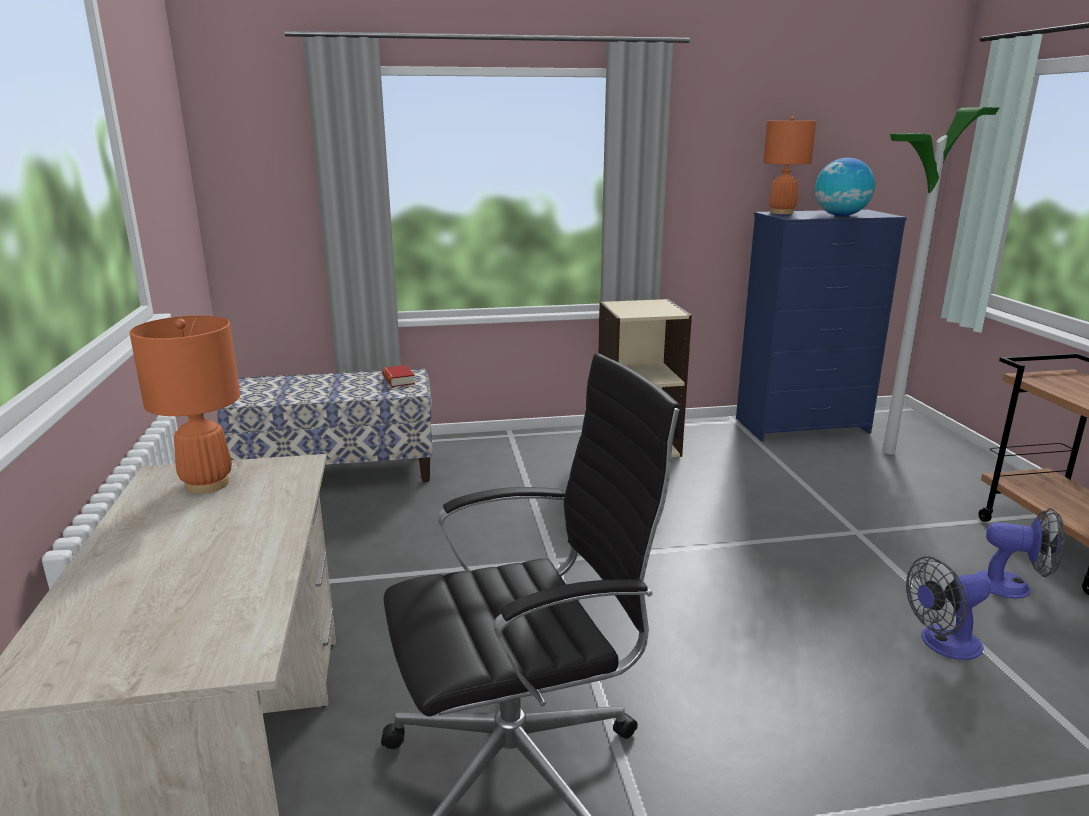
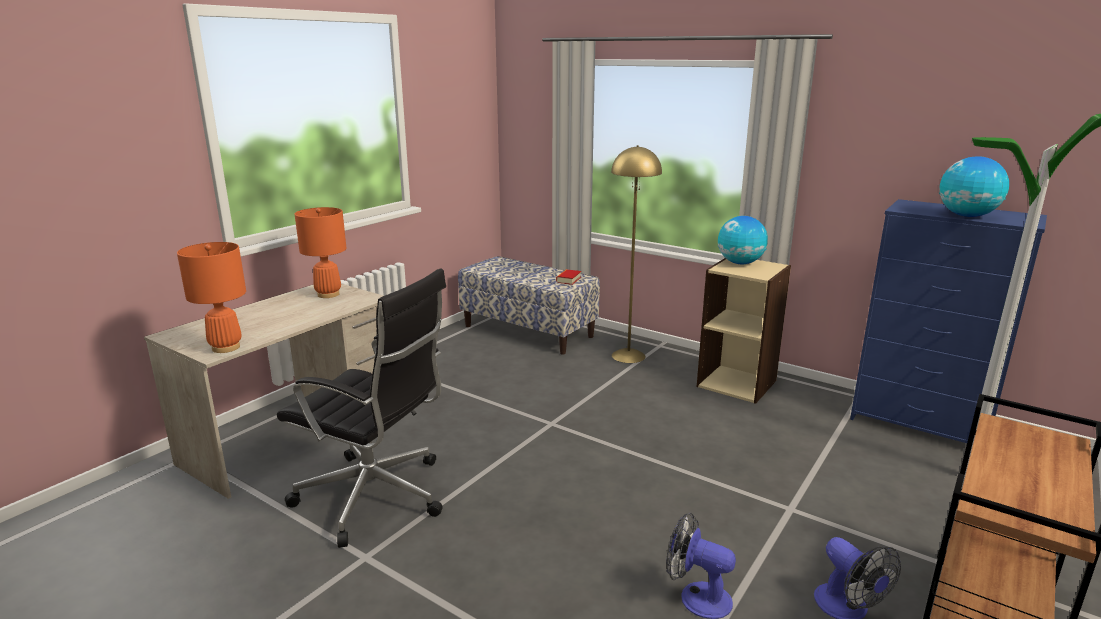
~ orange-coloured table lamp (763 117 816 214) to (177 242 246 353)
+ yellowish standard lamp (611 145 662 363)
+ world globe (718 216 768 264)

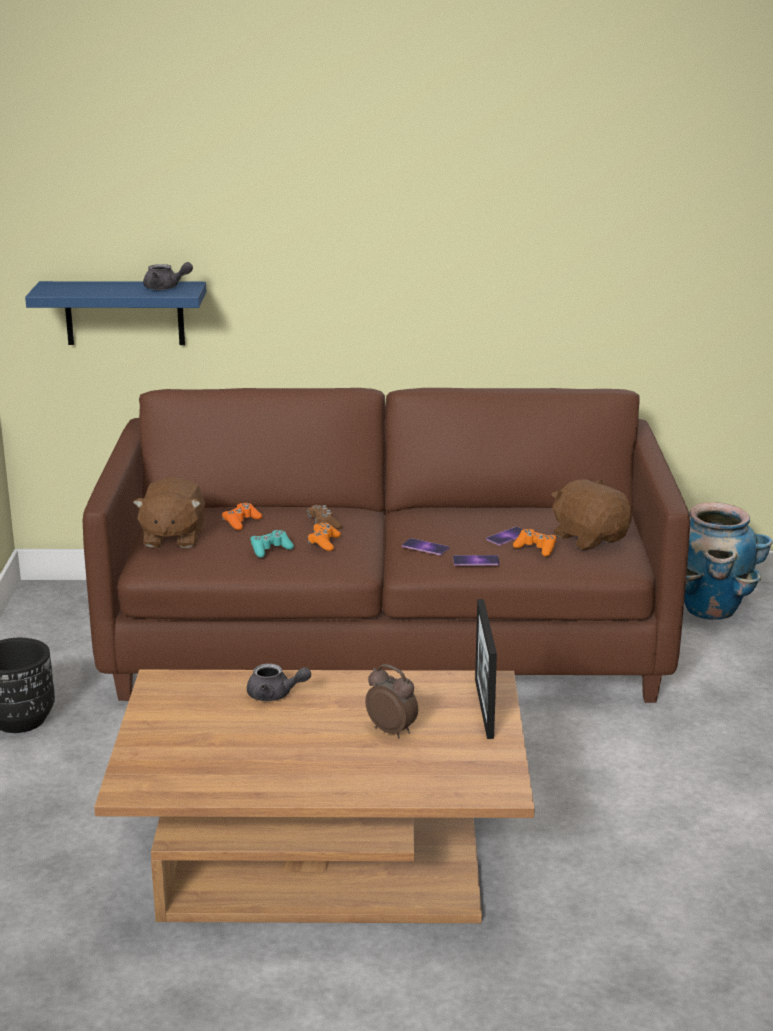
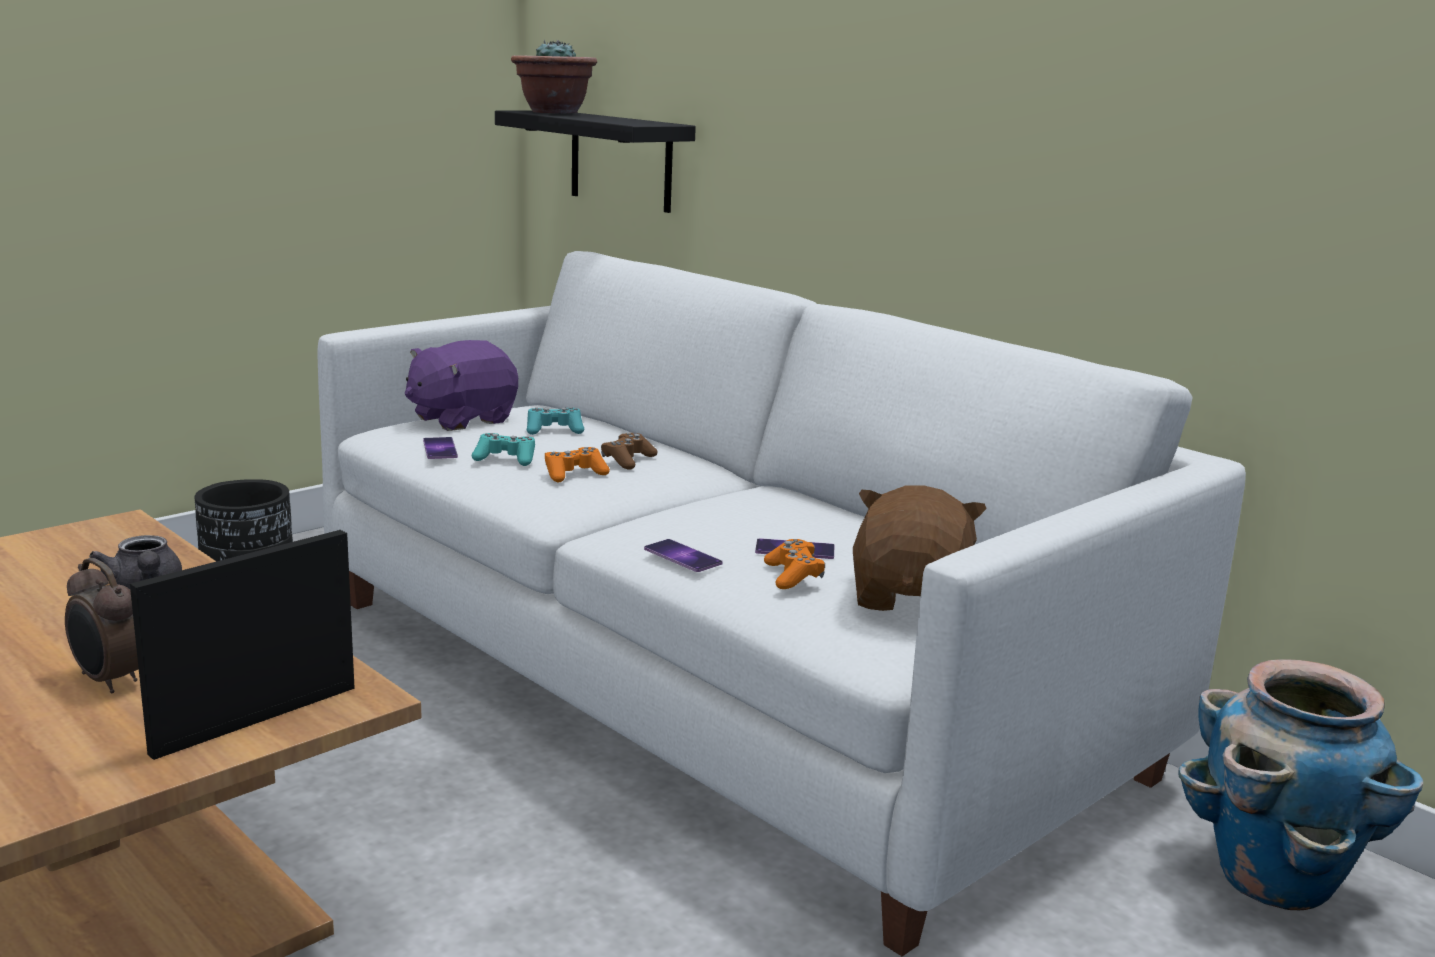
~ alarm clock (365 664 418 738) = (65 558 139 693) 135 degrees clockwise
~ brown settee (83 388 690 703) to white settee (317 251 1246 956)
~ brown plush toy (133 477 205 548) to purple plush toy (405 340 518 431)
~ handset (402 538 450 555) to (423 437 458 459)
~ blue shelf (25 281 206 345) to black-coloured shelf (495 110 696 213)
+ plant in a pot (511 40 597 114)
~ orange-coloured joypad (222 503 262 530) to turquoise-coloured joypad (527 407 584 435)
- gray teapot (143 262 193 290)

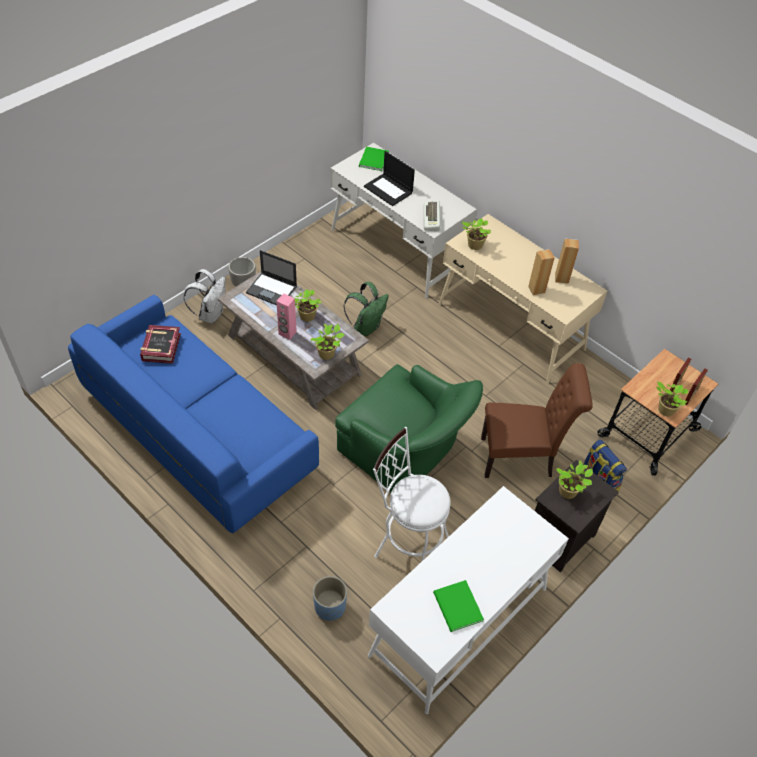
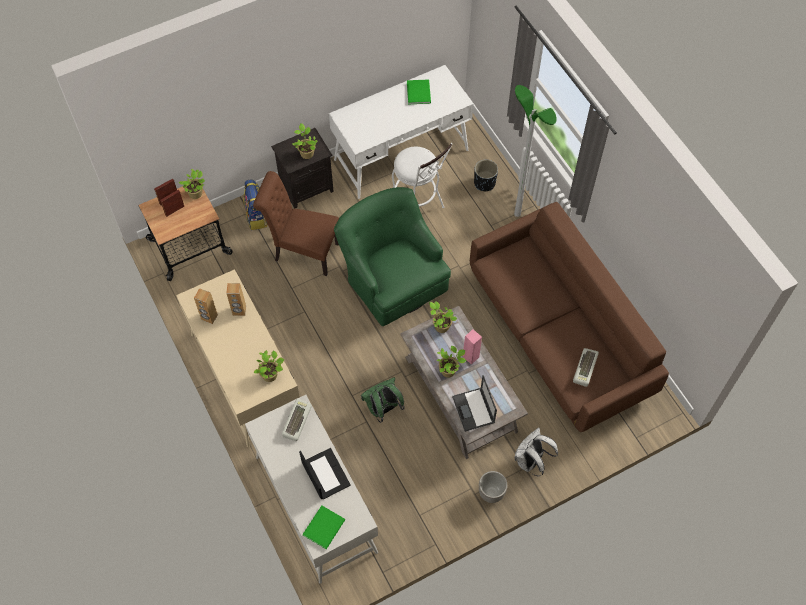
~ laptop (246 250 297 305) = (452 375 497 432) 150 degrees counterclockwise
~ blue settee (68 295 319 533) to brown settee (470 202 669 432)
~ blue planter (313 576 347 621) to black-coloured planter (474 160 498 191)
+ standard lamp (514 85 557 217)
~ book (140 325 181 364) to computer keyboard (573 348 599 387)

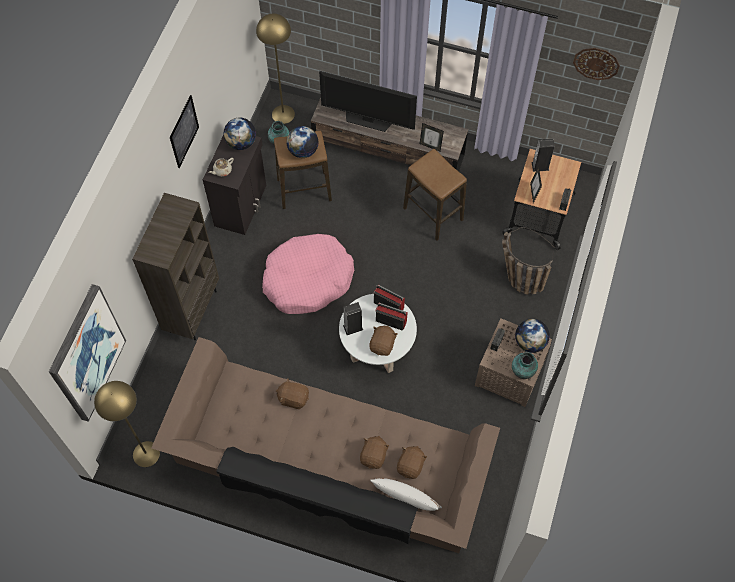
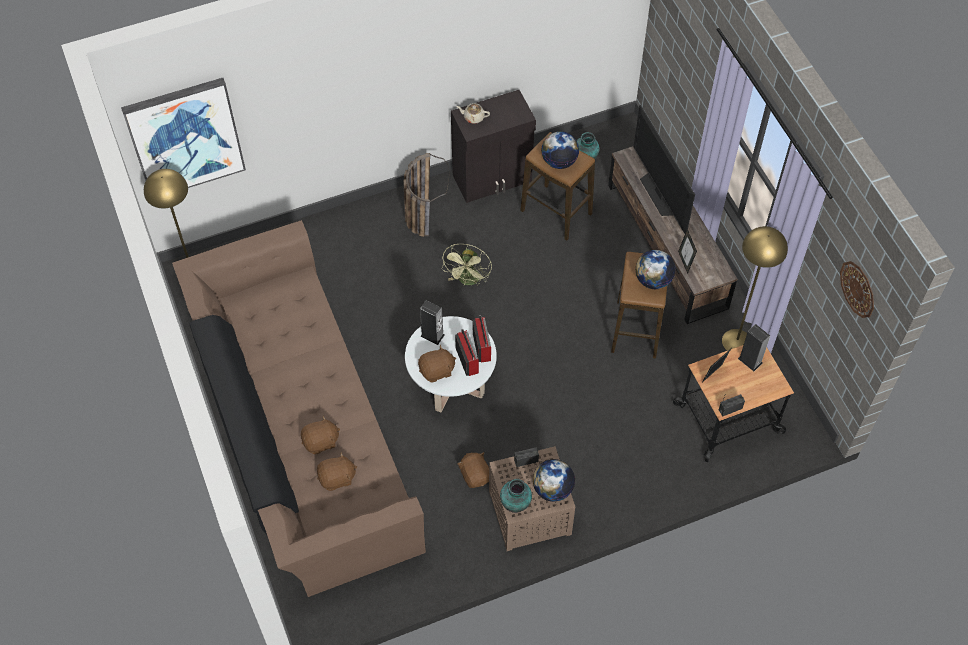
~ storage basket (502 227 554 295) to (403 153 449 237)
~ pink dog cushion (262 234 354 314) to greenish electric fan (442 244 492 286)
~ brown plush toy (276 378 309 409) to (457 452 489 488)
~ world globe (224 118 256 150) to (635 250 676 289)
~ yellowish standard lamp (256 13 295 124) to (722 226 788 351)
- brown bookshelf (132 193 219 340)
- wall art (170 95 199 168)
- white throw pillow (370 478 442 511)

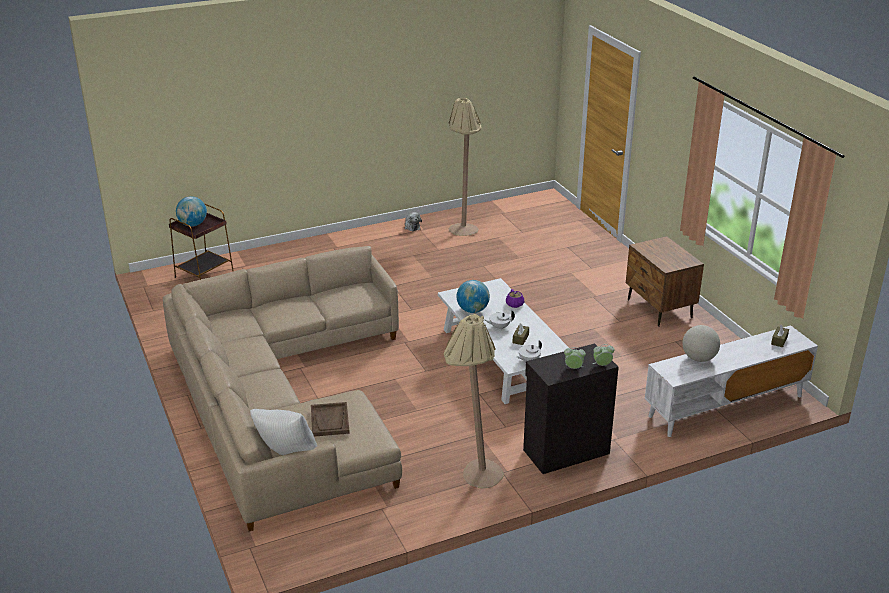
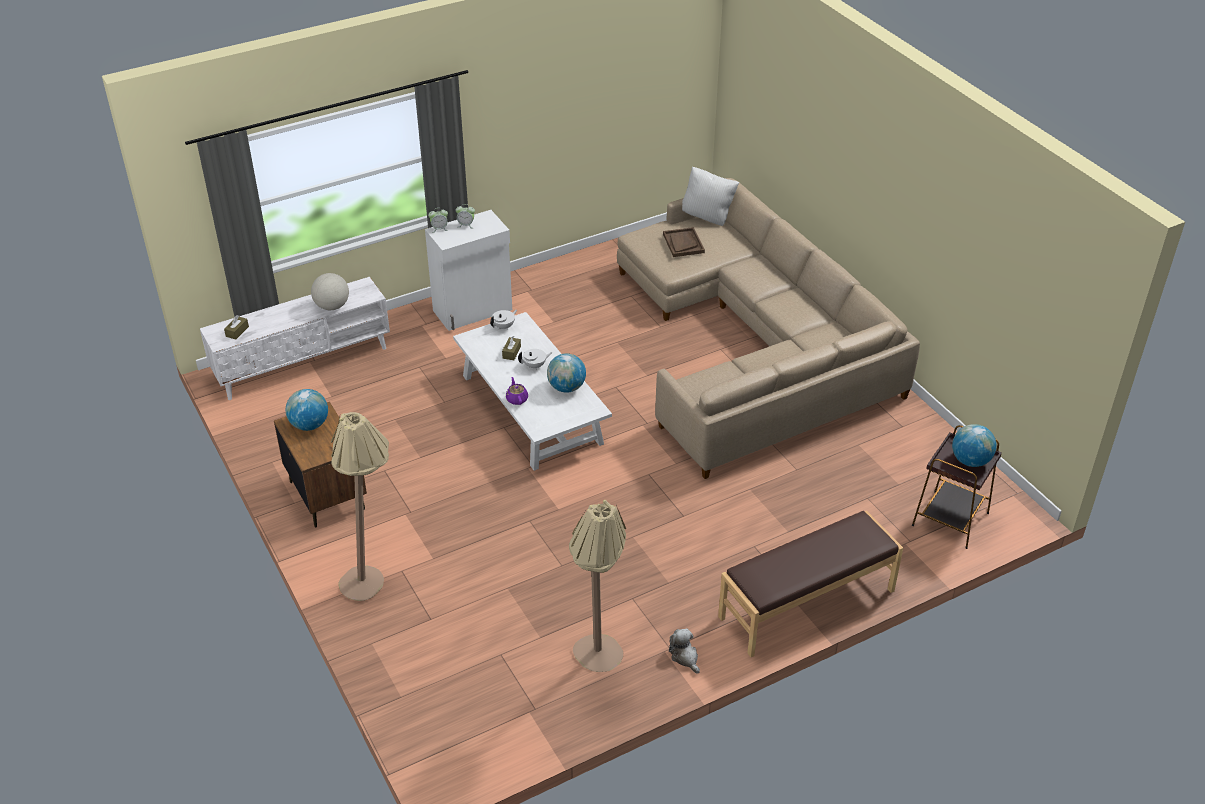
+ world globe (286 389 328 431)
~ sand-coloured standard lamp (444 314 504 488) to (331 411 389 601)
~ black-coloured cabinet (523 344 619 474) to white cabinet (425 210 512 331)
+ brown bench (718 511 903 657)

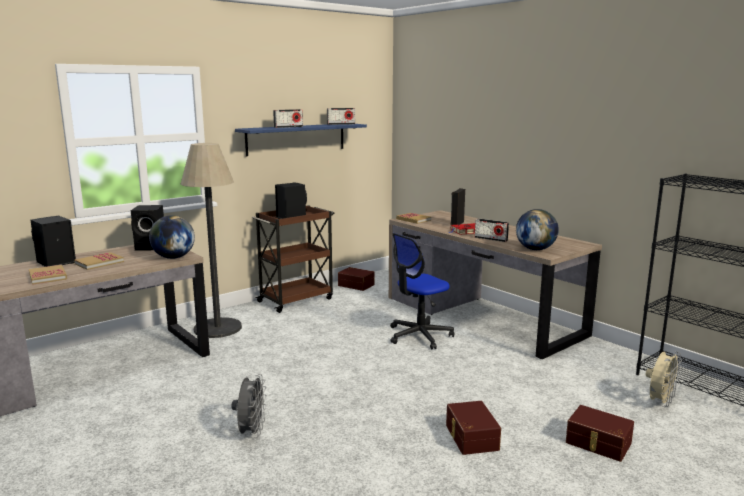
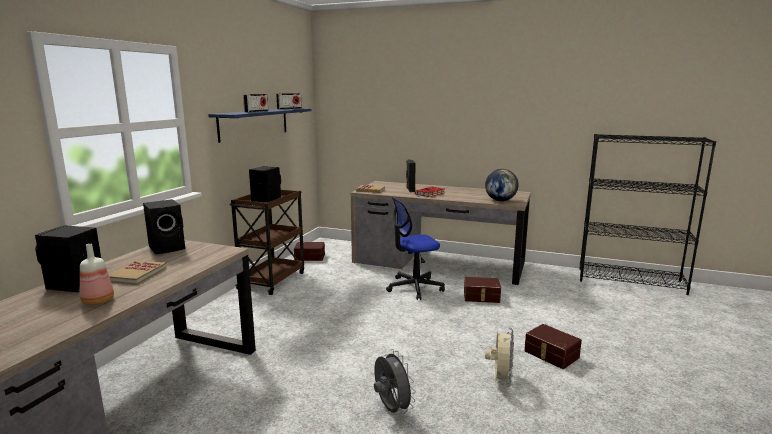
~ book (29 265 67 285) to bottle (80 244 114 305)
~ desk chair (390 233 454 350) = (386 197 445 300) 45 degrees clockwise
~ brown storage box (566 405 634 462) to (464 277 501 303)
~ sand-coloured electric fan (646 351 682 407) to (485 328 514 387)
- world globe (149 215 195 259)
- standard lamp (180 143 242 338)
- radio receiver (475 218 509 242)

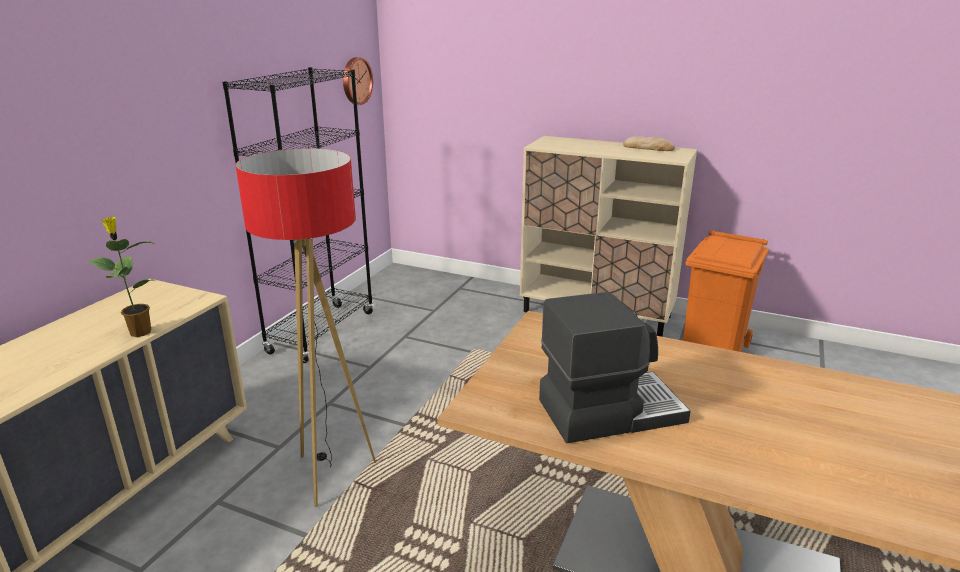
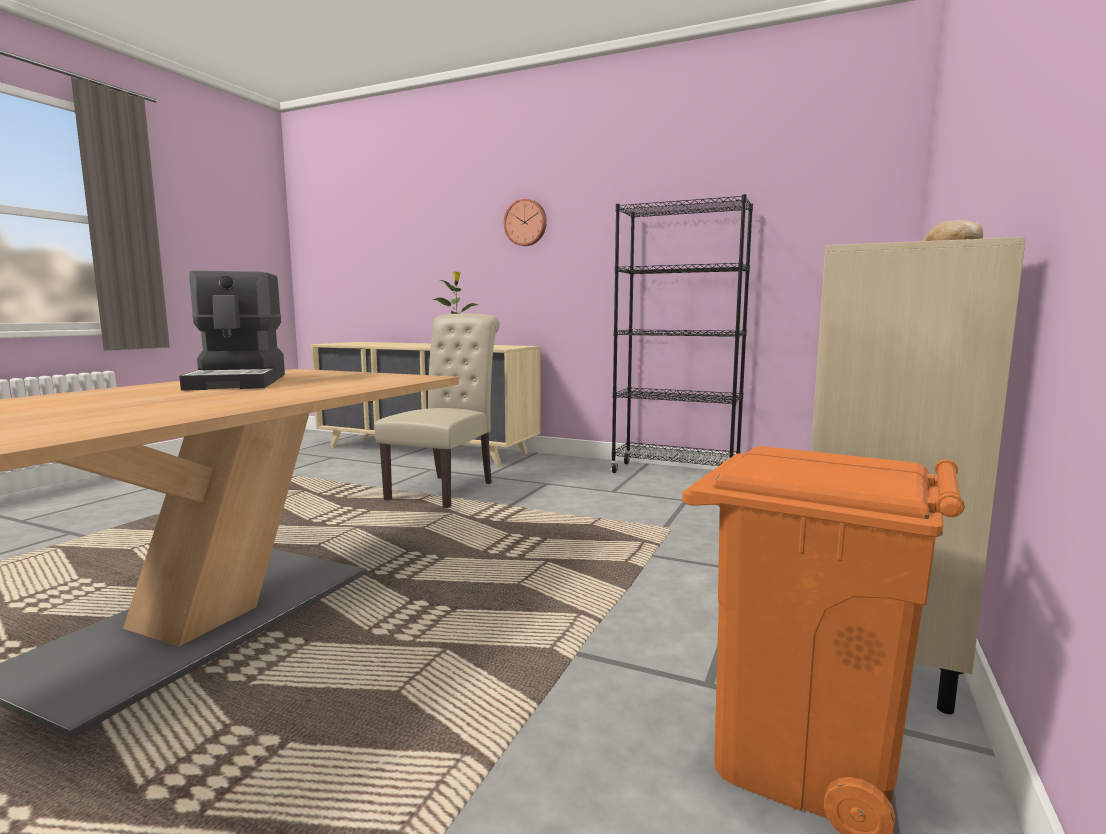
~ standard lamp (236 148 376 507) to sand-coloured plain chair (375 314 500 508)
~ hanging clock (343 57 373 105) to (504 198 547 246)

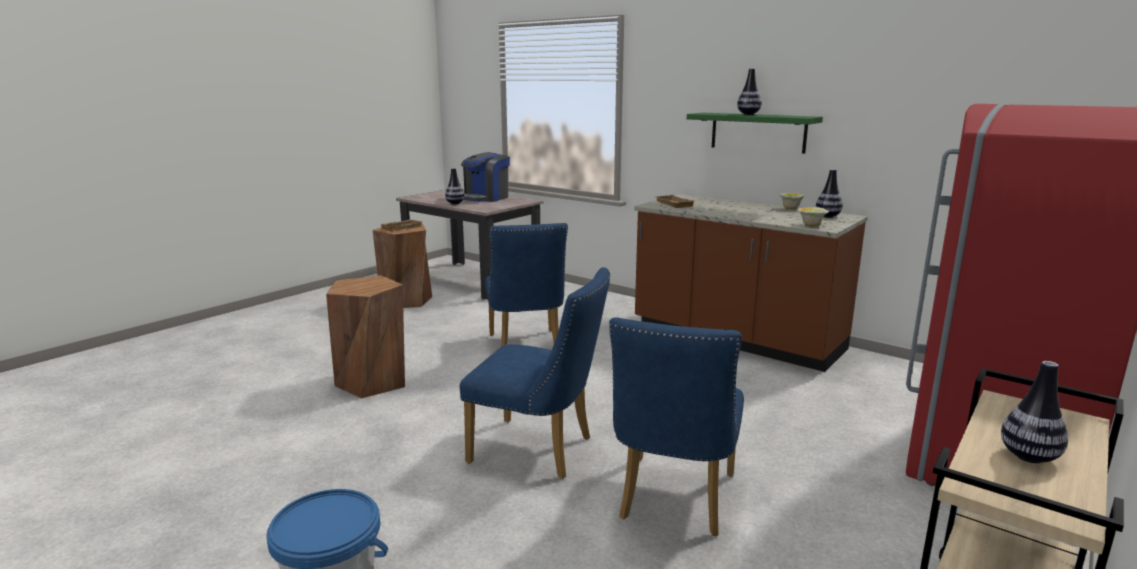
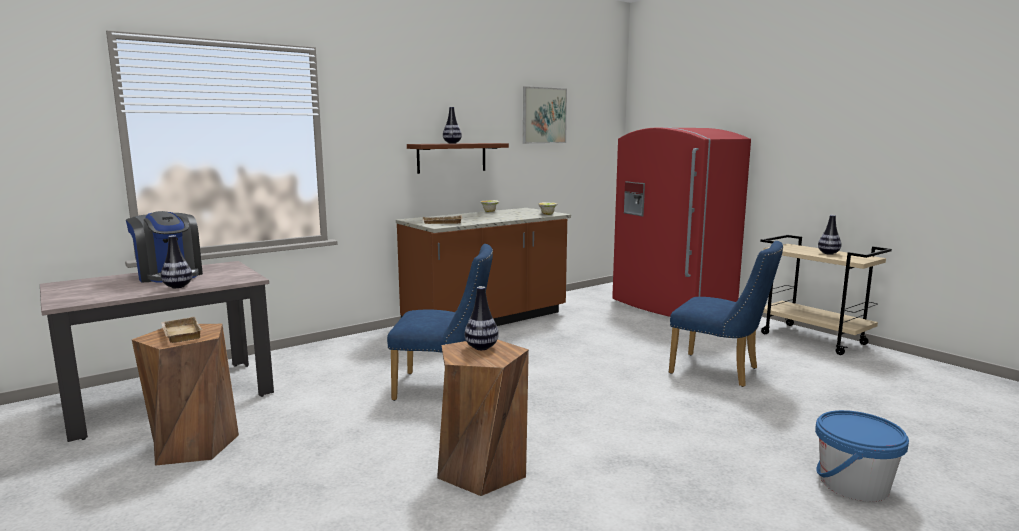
~ greenish shelf (687 113 823 154) to brown shelf (407 143 509 174)
~ vase (816 169 843 218) to (465 286 499 350)
+ wall art (523 86 567 144)
- blue plain chair (460 267 610 479)

